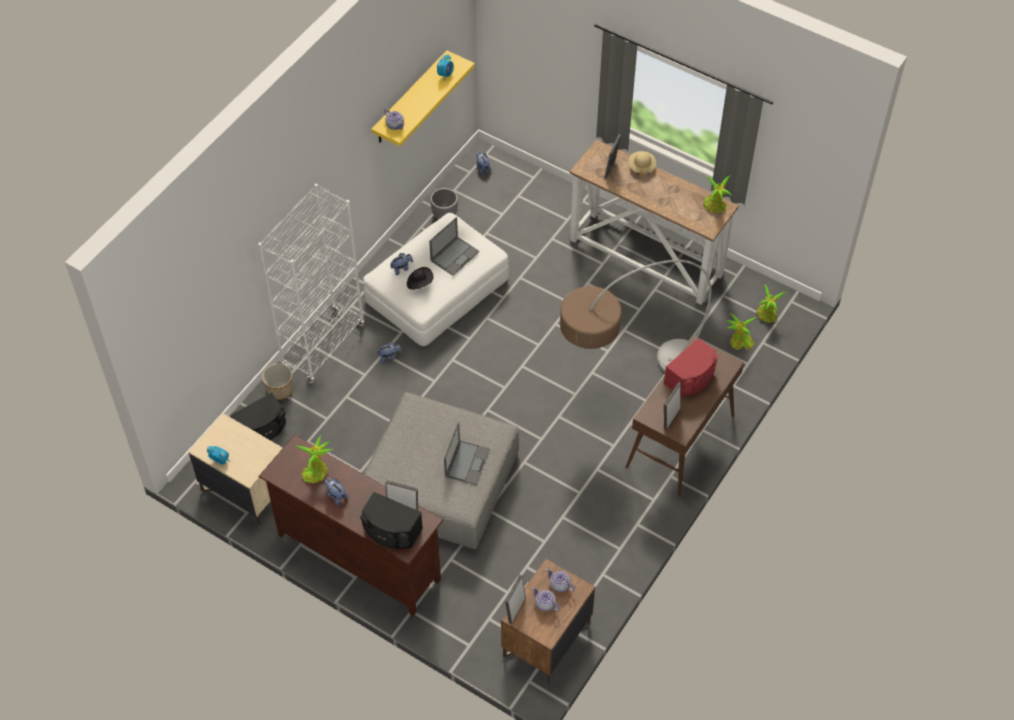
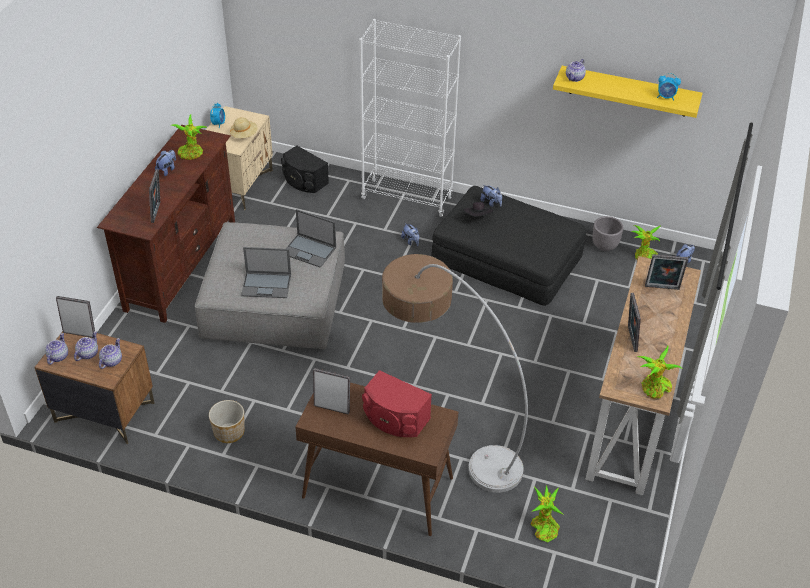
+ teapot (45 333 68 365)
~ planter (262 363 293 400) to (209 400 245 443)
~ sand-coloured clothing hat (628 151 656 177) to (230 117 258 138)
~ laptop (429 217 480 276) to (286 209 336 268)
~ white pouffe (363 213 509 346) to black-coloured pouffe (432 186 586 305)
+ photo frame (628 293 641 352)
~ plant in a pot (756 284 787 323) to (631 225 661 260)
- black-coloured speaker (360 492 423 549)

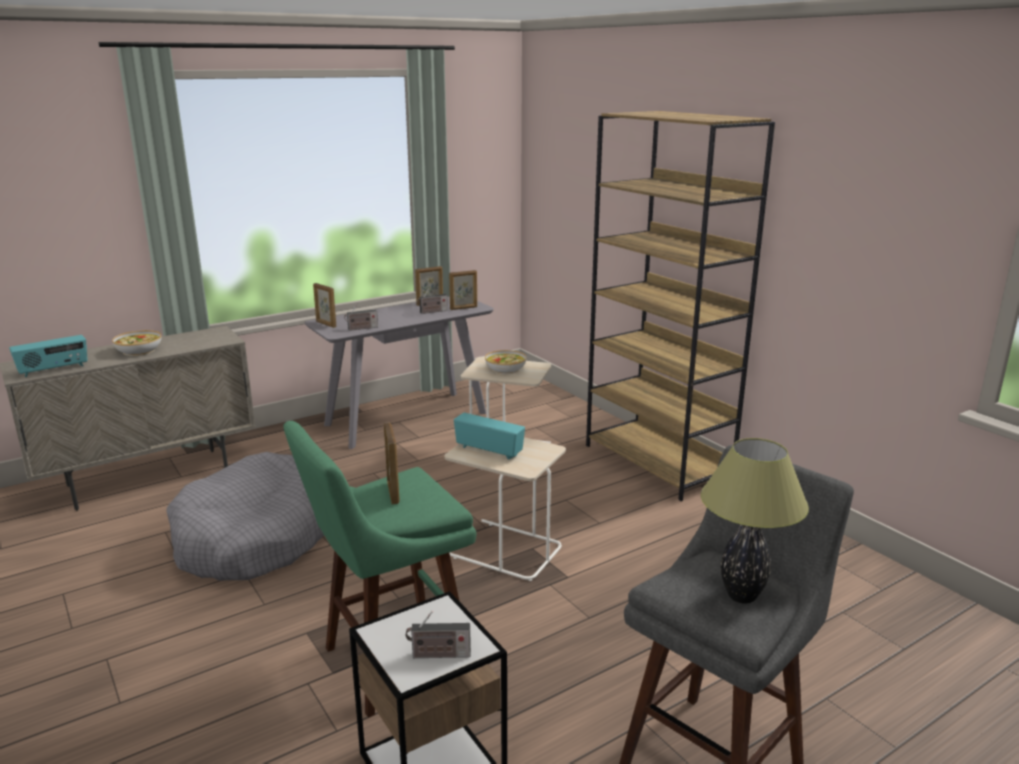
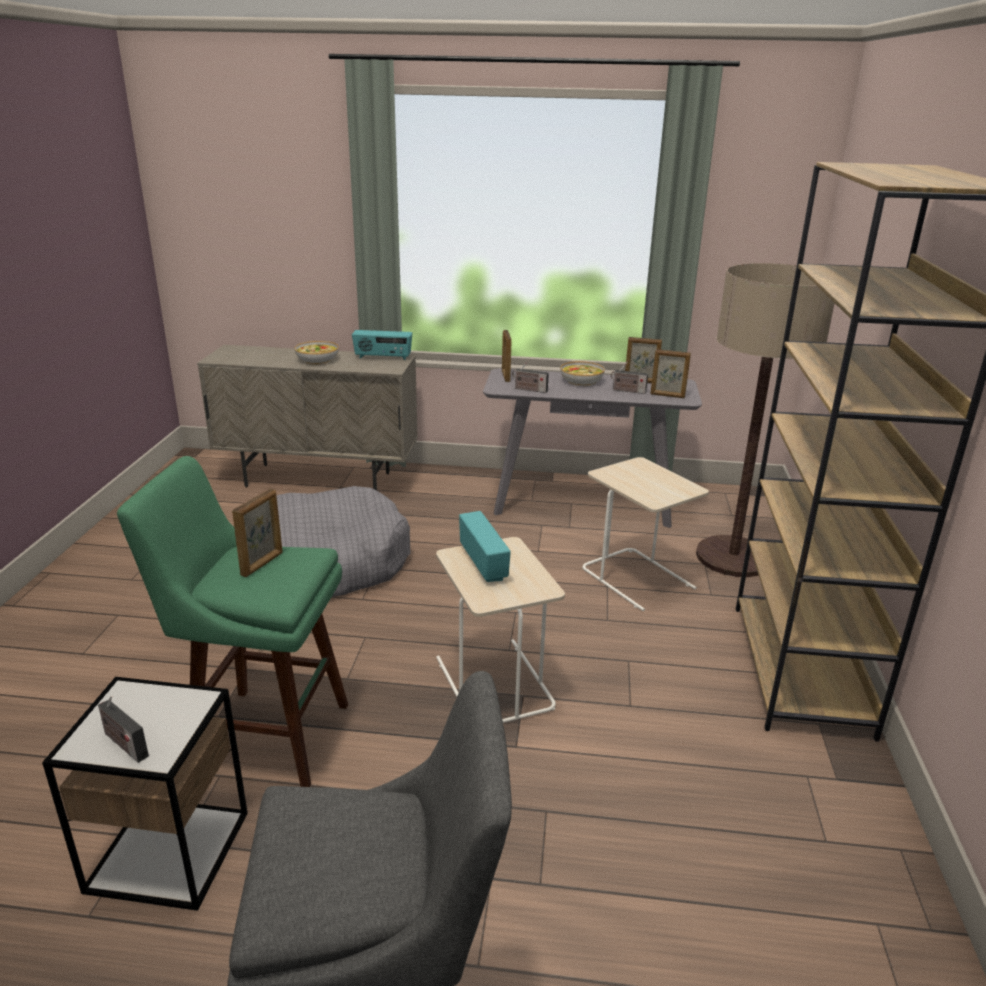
~ radio receiver (9 335 88 377) to (352 330 412 360)
~ deep dish (485 350 526 374) to (561 361 605 386)
+ standard lamp (696 263 835 577)
- table lamp (701 438 809 604)

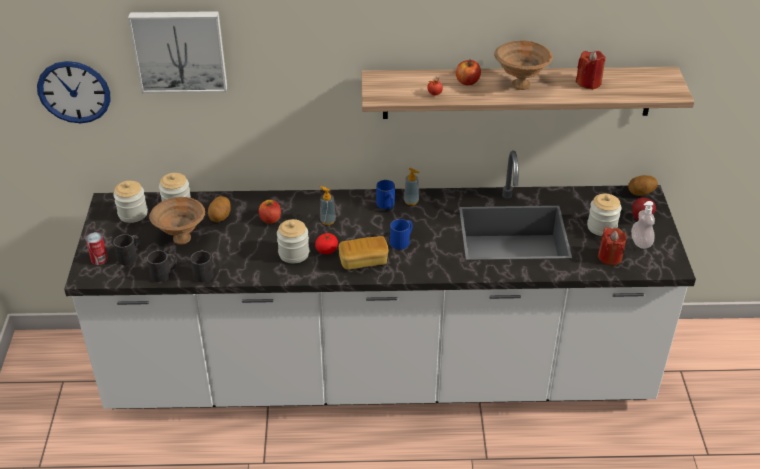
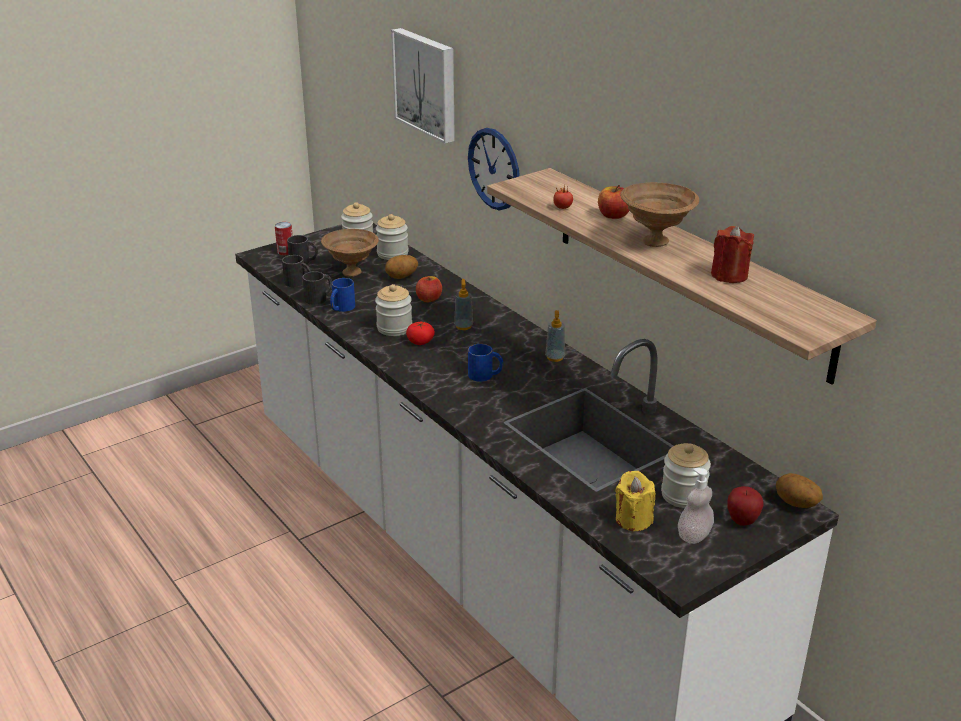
~ blue mug (376 180 395 209) to (330 278 355 312)
~ hanging clock (37 61 110 123) to (468 128 520 210)
~ red wax light (598 227 627 265) to yellowish wax light (615 471 655 531)
- bread (339 236 389 270)

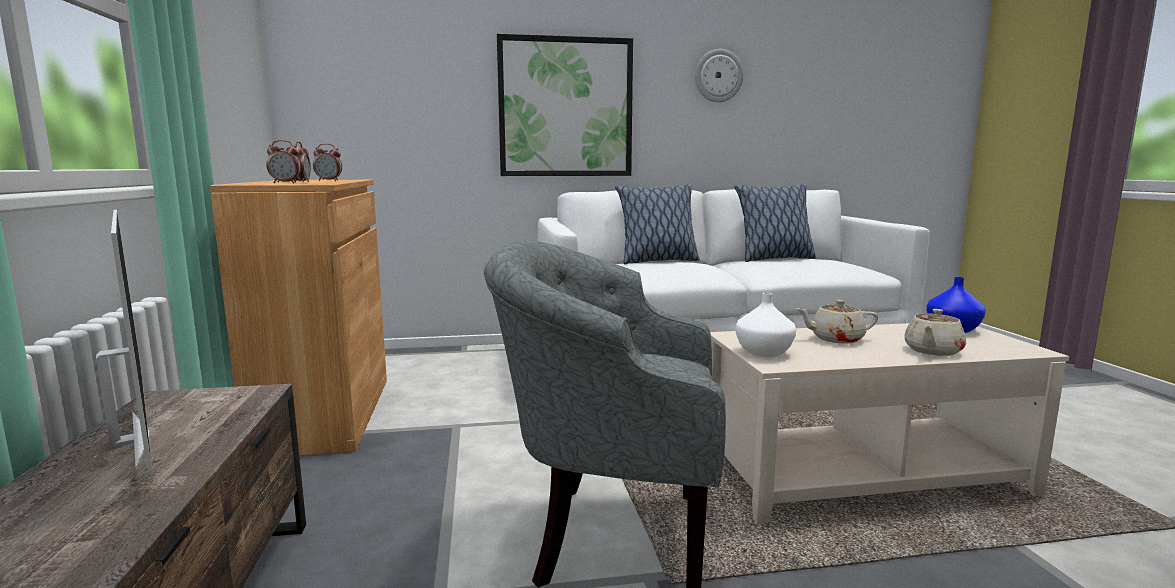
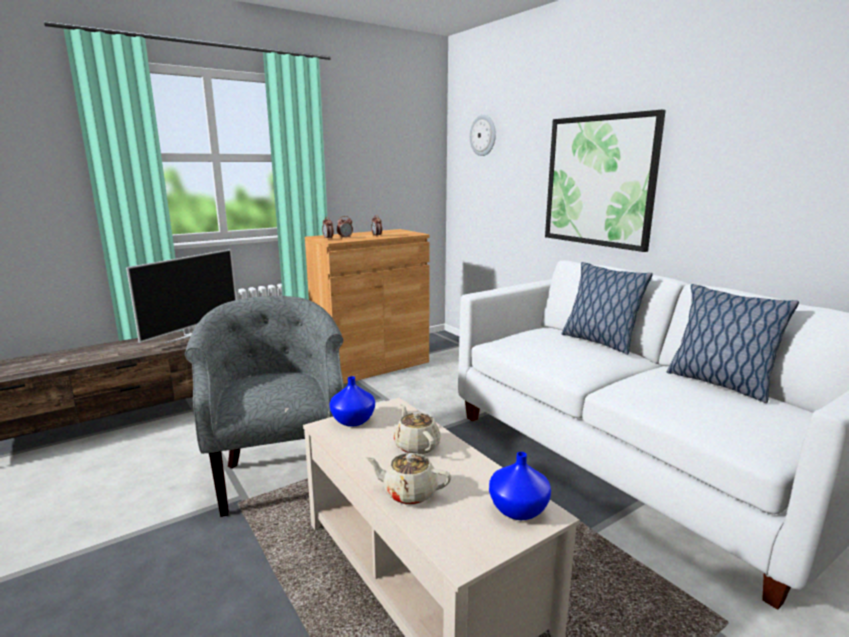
~ white vase (736 293 796 357) to blue vase (330 376 375 427)
~ hanging clock (695 49 744 102) to (470 115 496 156)

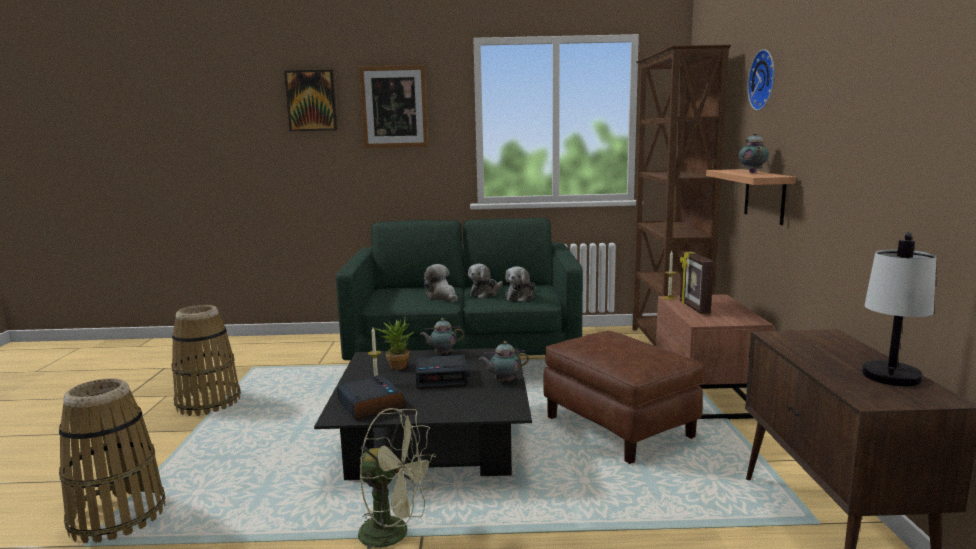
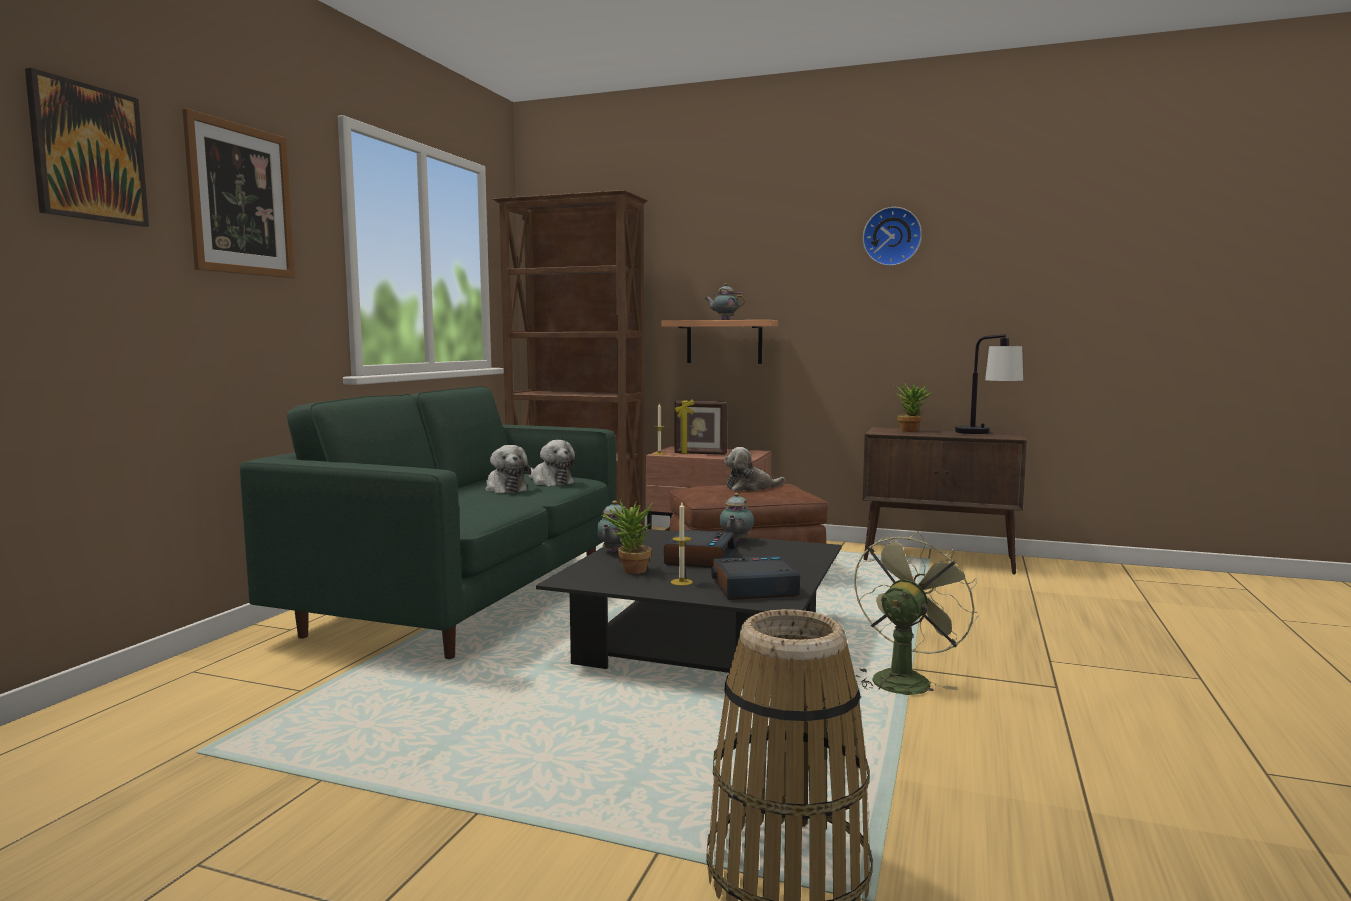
~ plush toy (423 264 458 302) to (724 447 785 491)
~ hanging clock (747 49 775 111) to (863 207 922 266)
+ plant in a pot (895 383 932 432)
- storage basket (172 305 241 416)

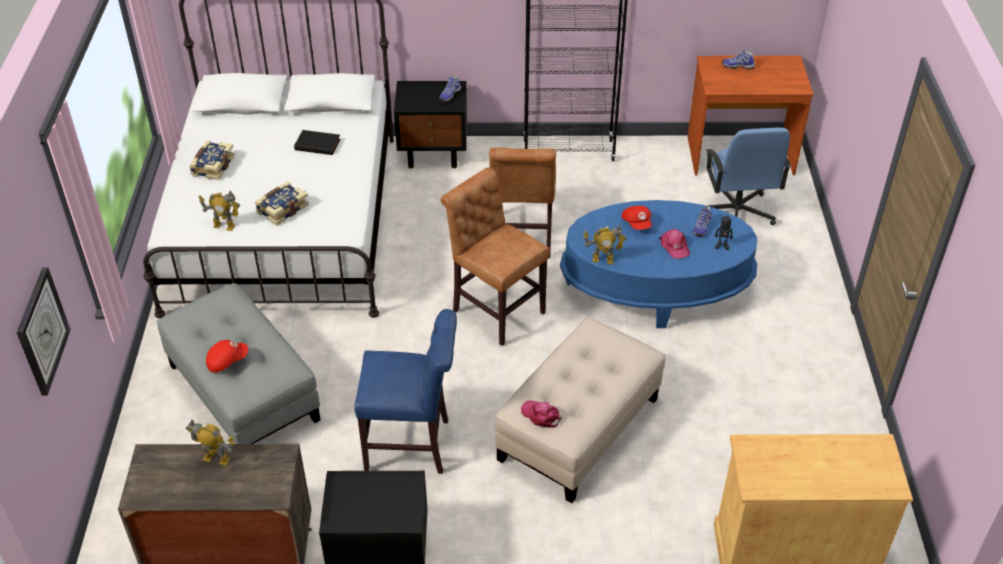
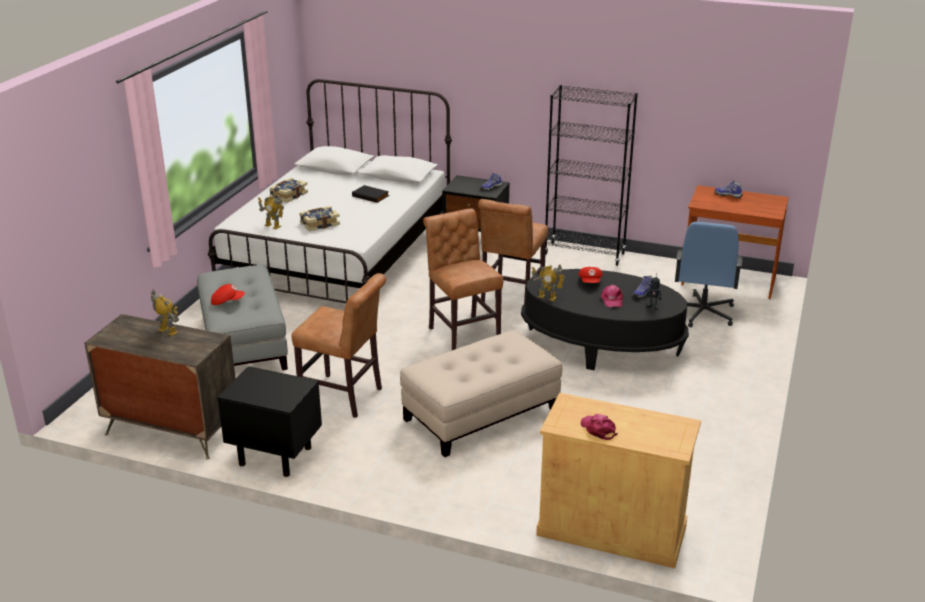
~ blue plain chair (354 309 457 474) to brown plain chair (291 273 386 418)
~ blue lounge table (560 200 757 328) to black-coloured lounge table (521 269 689 370)
~ pink baseball cap (521 400 562 428) to (580 414 618 440)
- hanging clock (16 267 71 396)

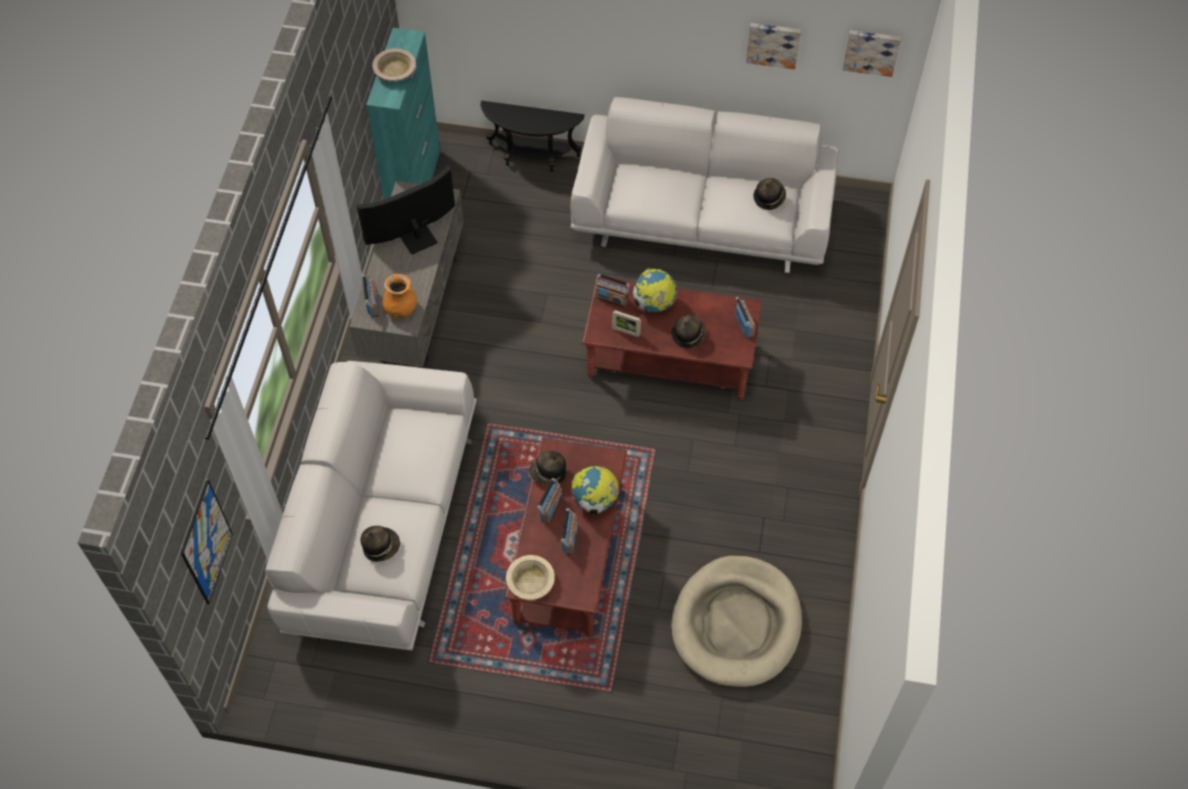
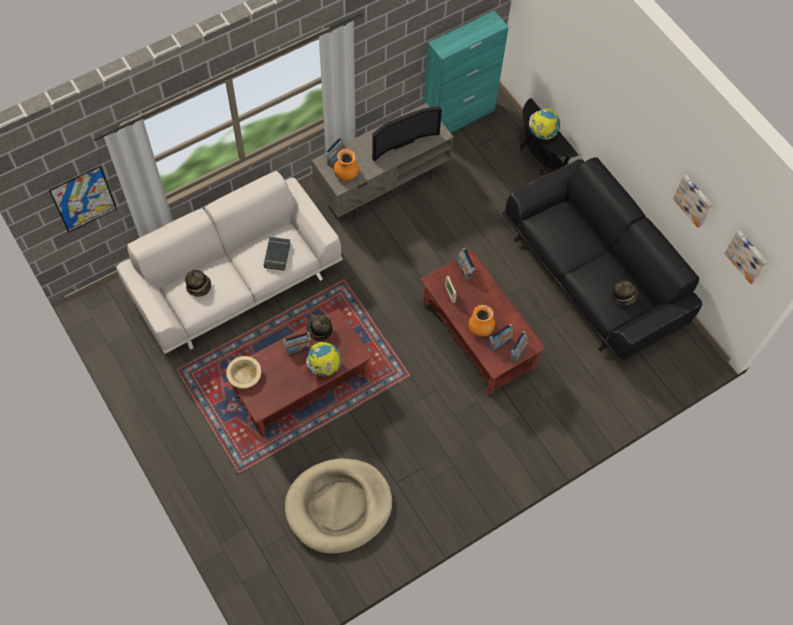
+ black-coloured book (264 237 291 271)
~ TV (356 166 455 255) = (372 106 442 162) 135 degrees clockwise
~ clothing hat (671 315 706 349) to orange-coloured vase (469 305 495 336)
~ radio receiver (561 508 578 555) to (489 324 514 352)
~ white settee (570 97 839 273) to black-coloured settee (503 157 702 363)
~ world globe (633 268 677 312) to (528 108 560 140)
- sand-coloured deep dish (372 48 416 82)

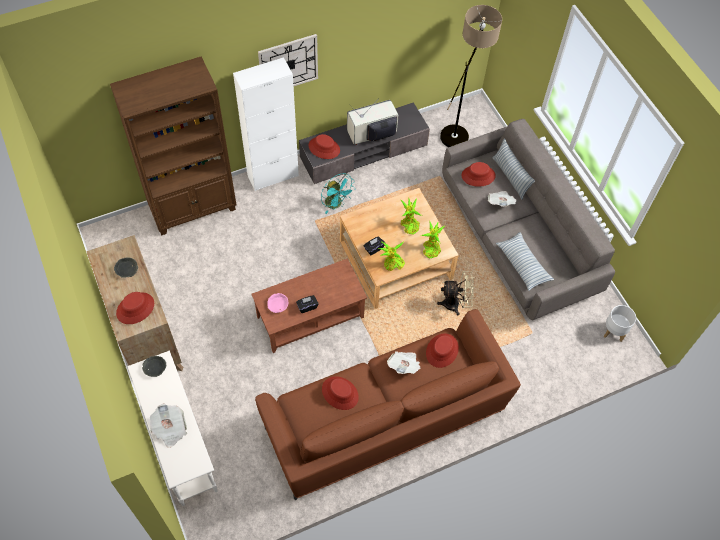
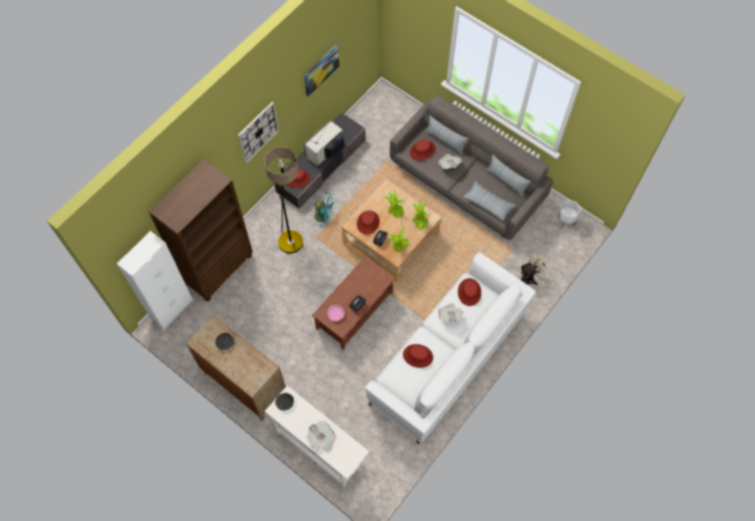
~ white cabinet (233 57 299 191) to (117 231 193 330)
~ standard lamp (440 5 502 147) to (264 147 303 254)
+ wall art (304 45 339 97)
~ red clothing hat (116 292 154 324) to (357 210 380 235)
~ brown settee (255 309 521 500) to white settee (366 252 536 444)
+ throw pillow (485 154 531 197)
~ sand-coloured electric fan (437 271 475 315) to (520 251 550 285)

